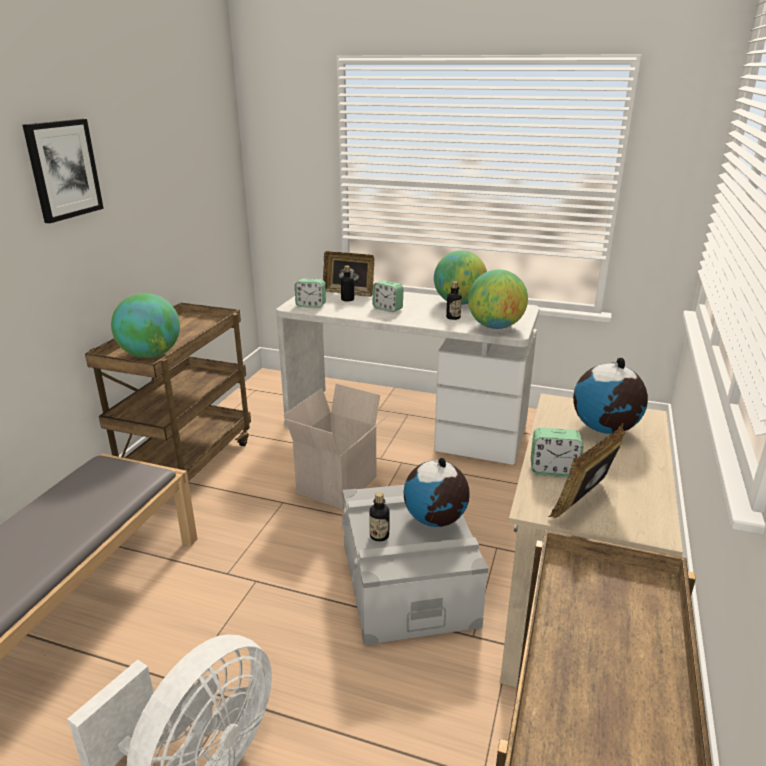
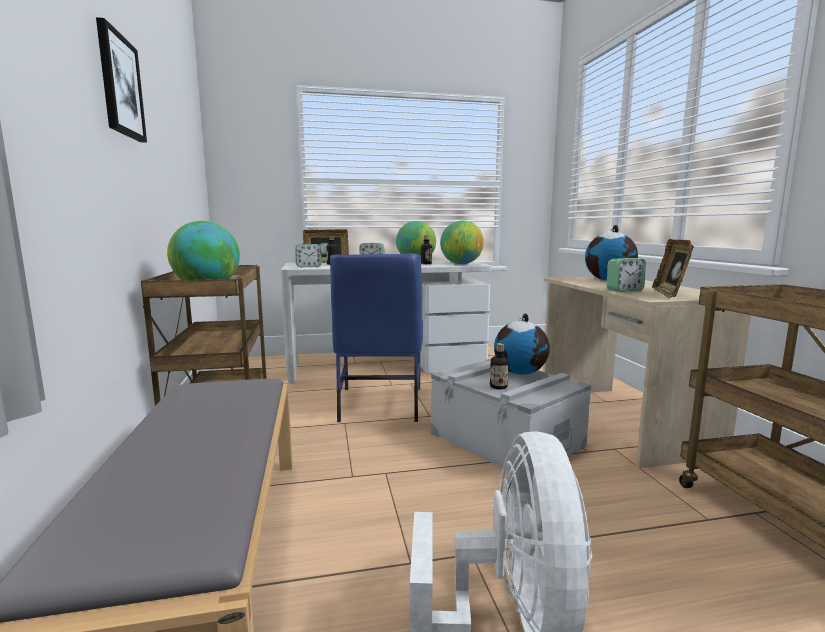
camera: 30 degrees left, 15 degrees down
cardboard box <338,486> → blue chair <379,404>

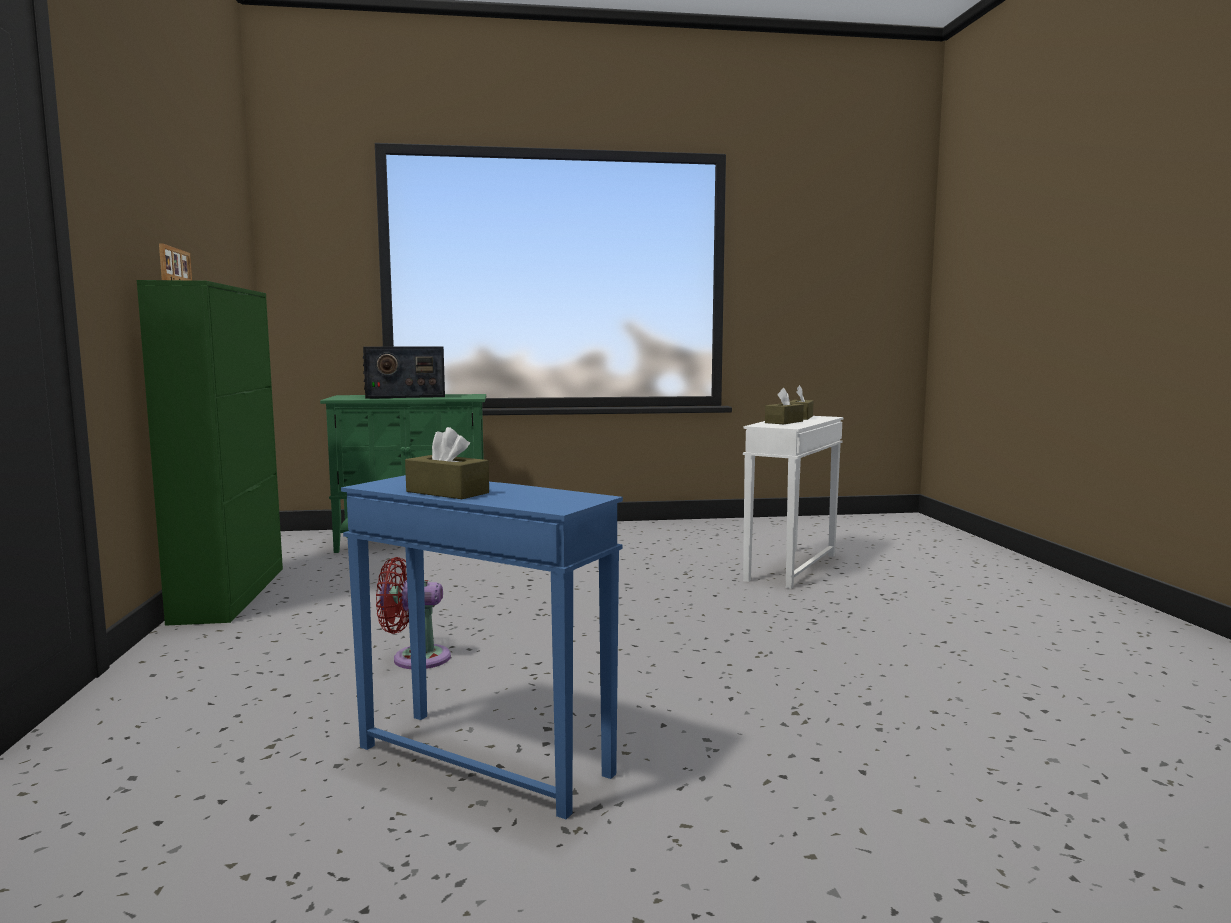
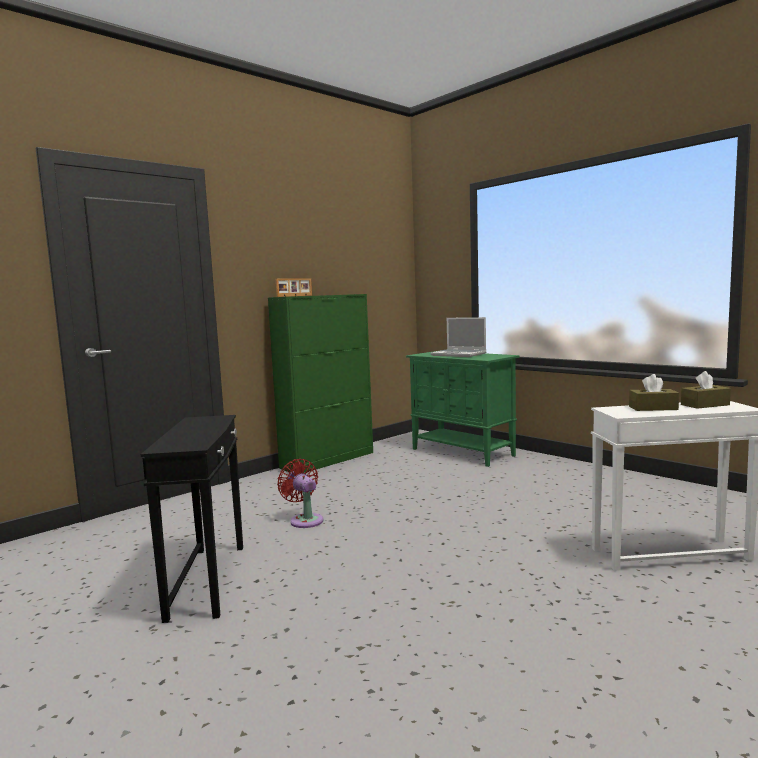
camera: 55 degrees right, 0 degrees up
radio <404,396> → laptop <459,354>
brown tissue box <447,492> → -
blue side table <484,759> → black side table <208,580>

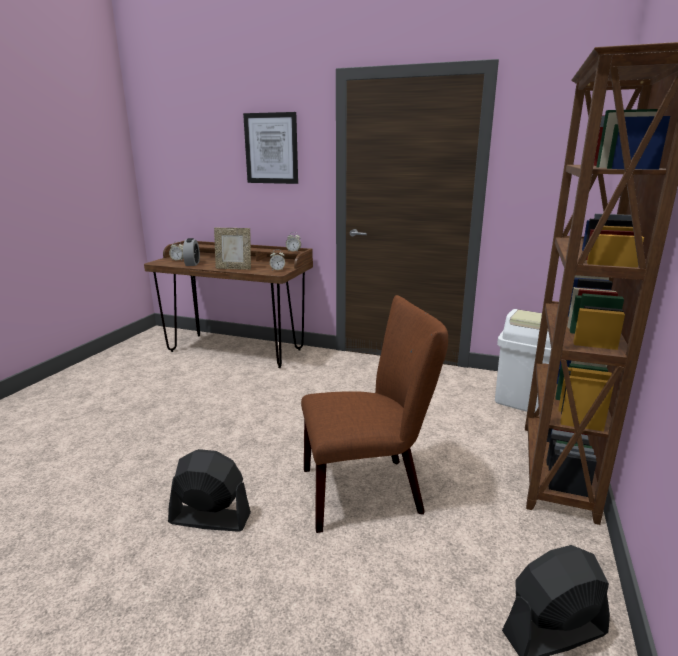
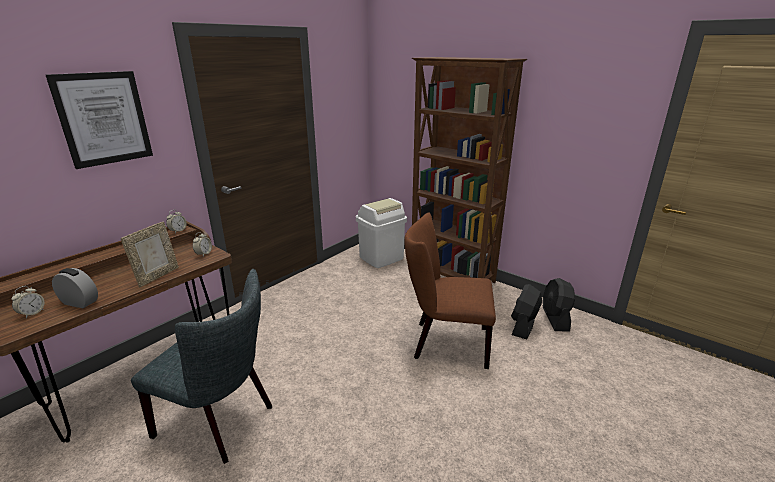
camera: 70 degrees left, 5 degrees up
brown chair <369,490> → brown chair <445,343>, 90 degrees counterclockwise
black fan <209,518> → black fan <523,325>, relocated
- → grey chair <221,421>

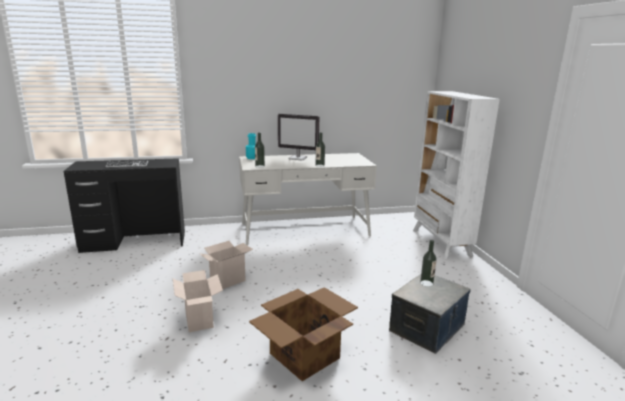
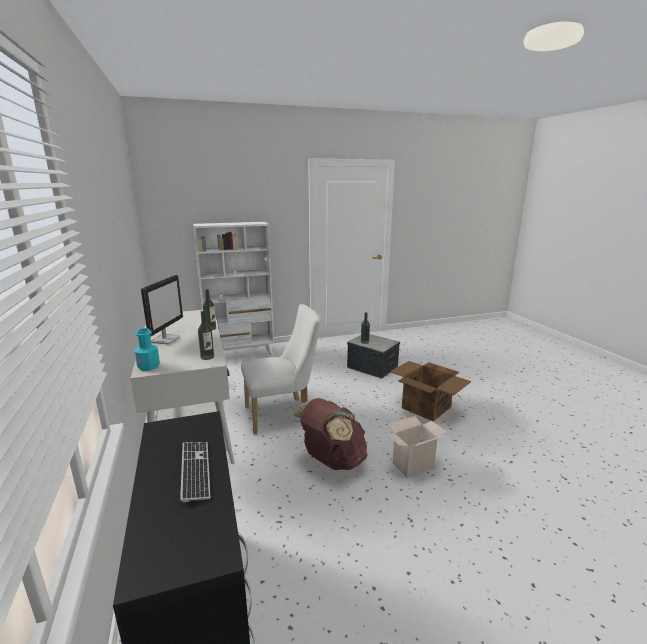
camera: 95 degrees left, 0 degrees up
cardboard box <228,280> → brown backpack <332,461>
- → white chair <283,414>

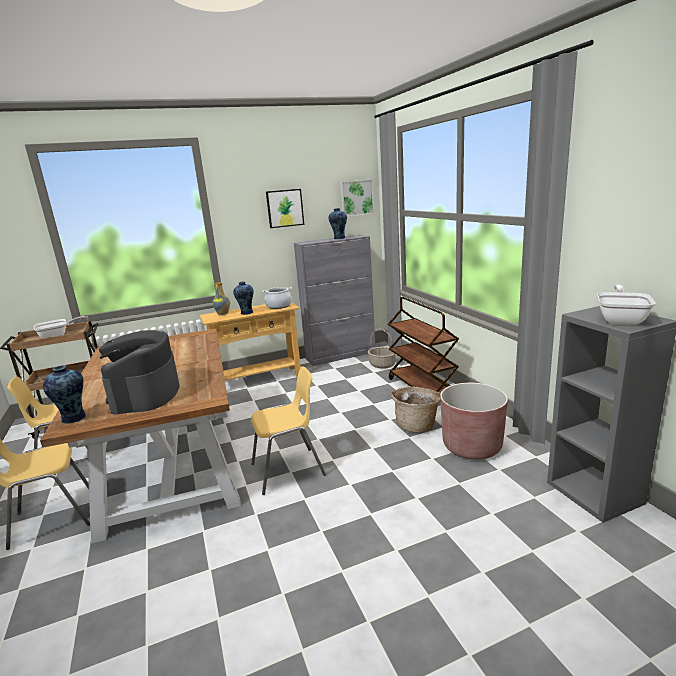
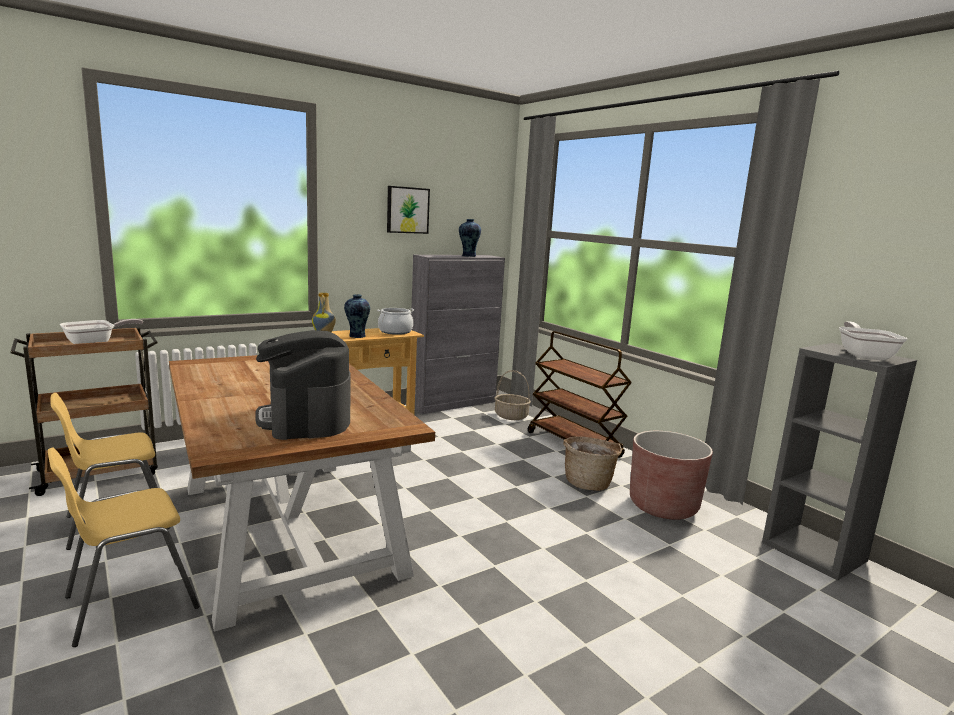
camera: 15 degrees left, 5 degrees down
picture <356,198> → -
vase <74,418> → -
yellow chair <289,470> → -

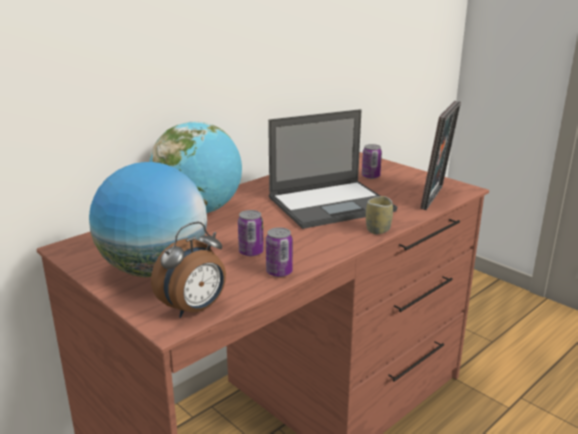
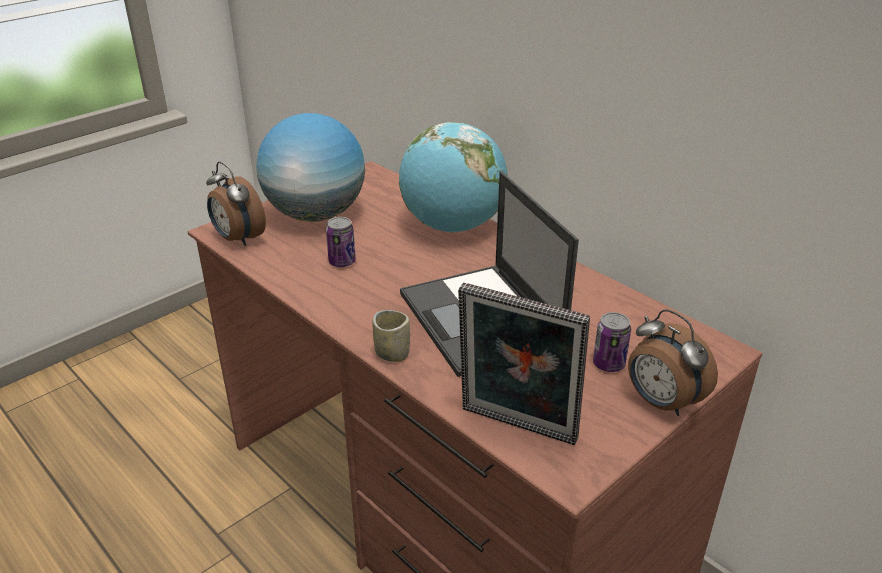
camera: 90 degrees right, 10 degrees up
can <279,272> → -
- → alarm clock <661,402>

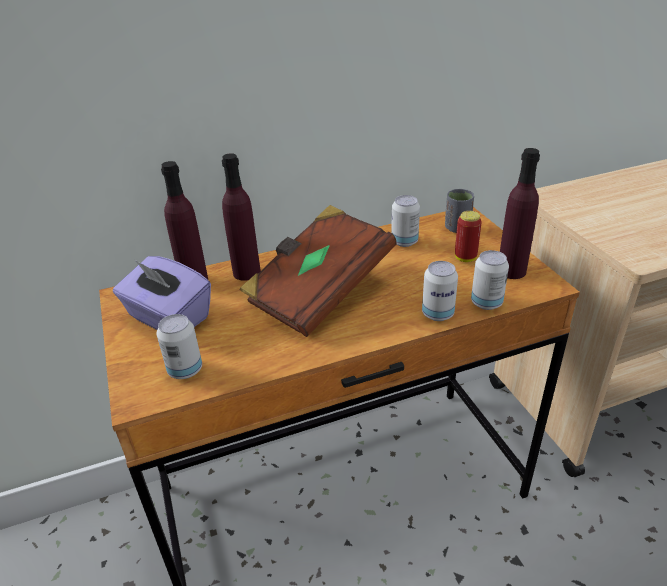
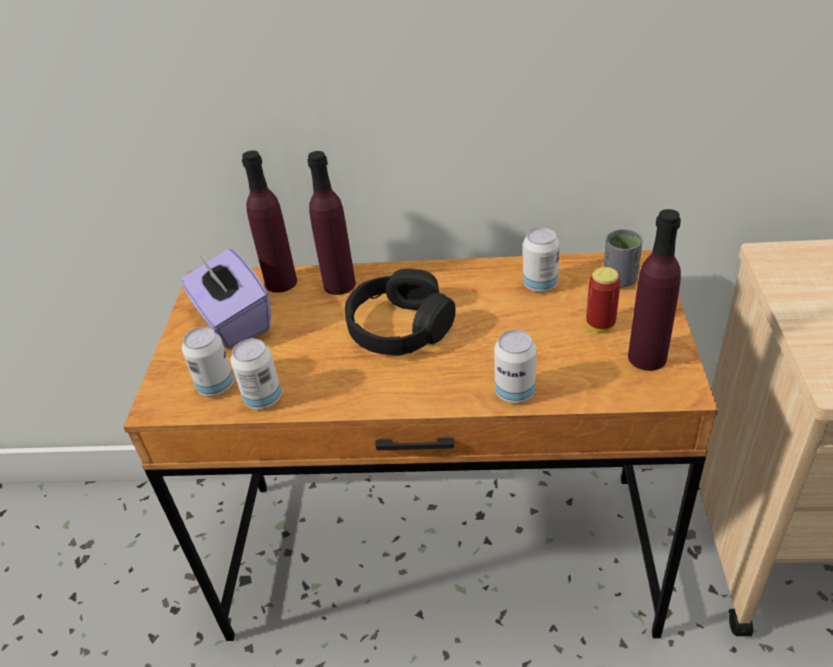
camera: 25 degrees right, 5 degrees up
brown book <318,291> → black headphones <400,327>
can <486,303> → can <263,399>, relocated

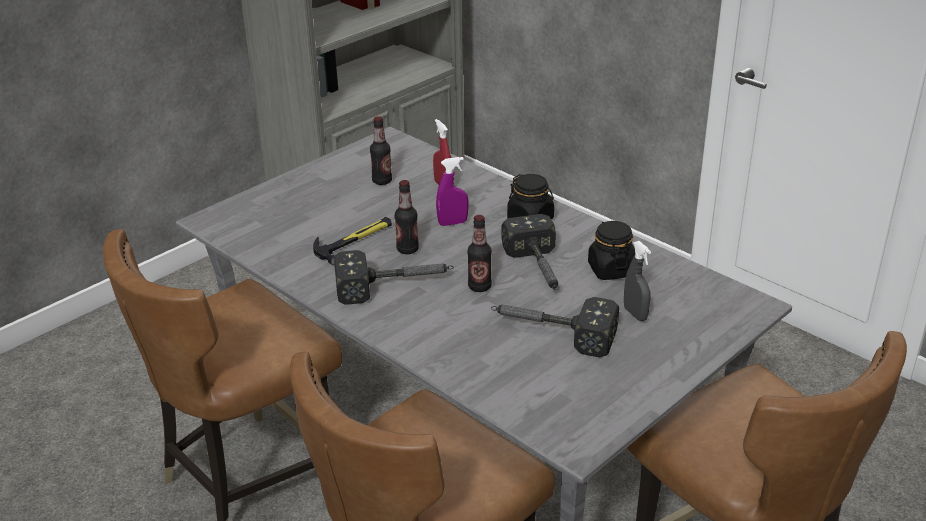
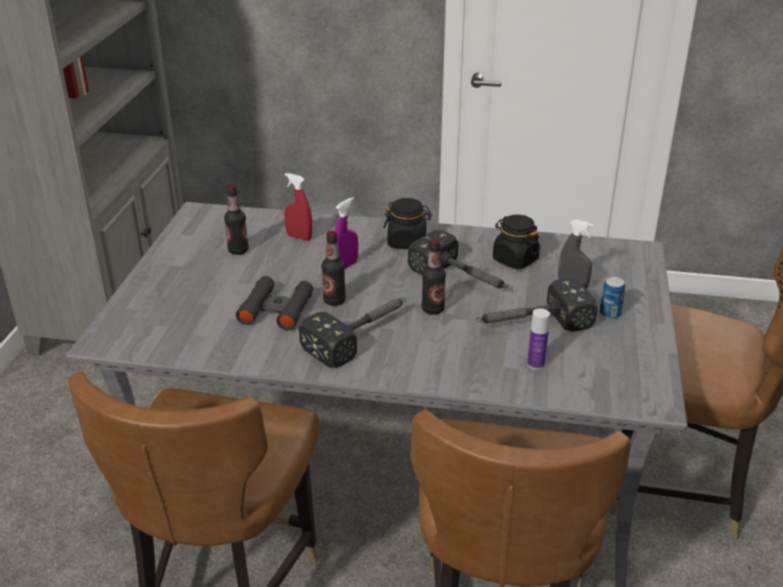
camera: 35 degrees left, 0 degrees up
hammer <354,240> → black binoculars <276,309>
- → can <609,314>
- → bottle <535,364>

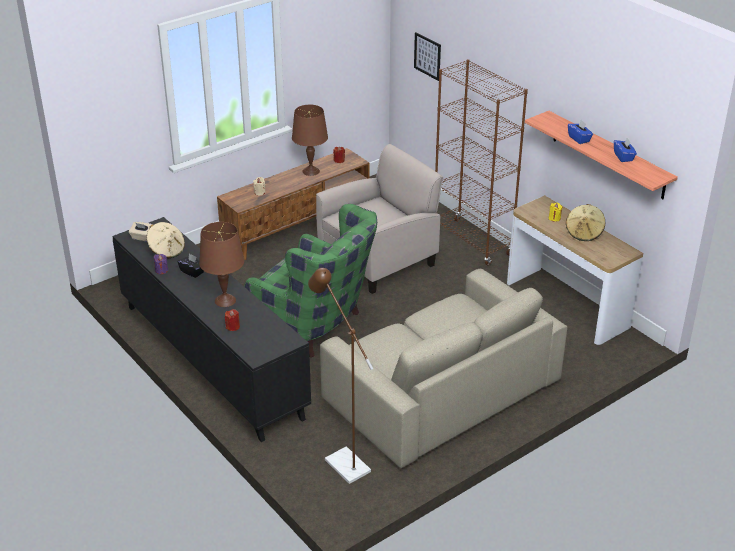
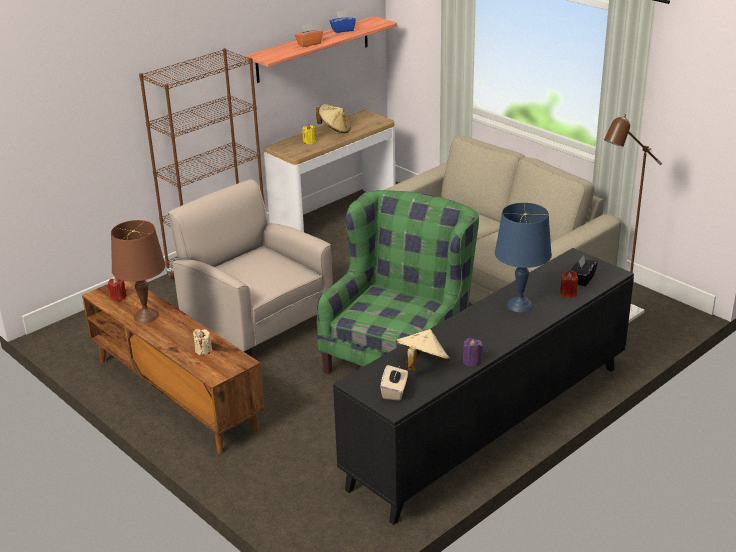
camera: 95 degrees left, 5 degrees down
picture <427,56> → -
blue tissue box <579,139> → orange tissue box <309,44>
brown table lamp <224,300> → blue table lamp <520,305>
black tissue box <192,272> → black tissue box <582,279>, relocated

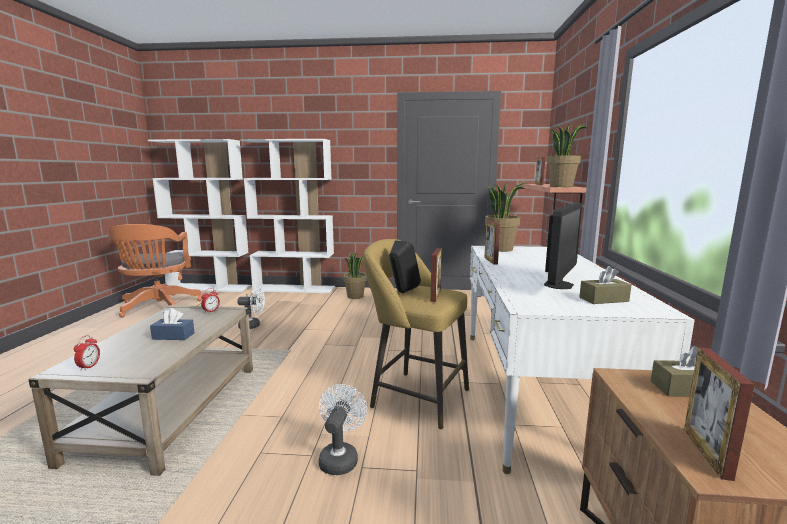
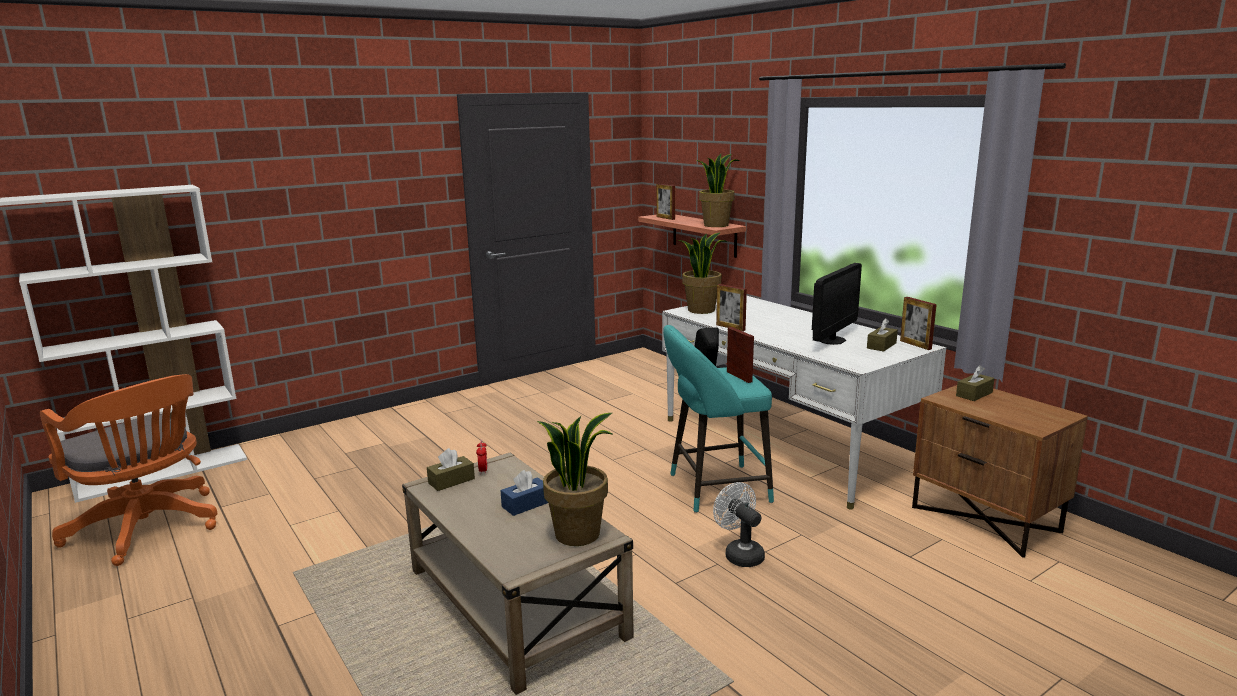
camera: 40 degrees left, 5 degrees up
white bookcase <295,289> → -
monitor <558,285> → monitor <832,340>, 45 degrees clockwise
yellow stool <415,397> → turquoise stool <713,489>
potted plant <355,296> → potted plant <578,534>, relocated
white fan <253,326> → -
alarm clock <89,367> → -
picture frame <706,453> → picture frame <915,345>, relocated
- → brown tissue box <451,481>

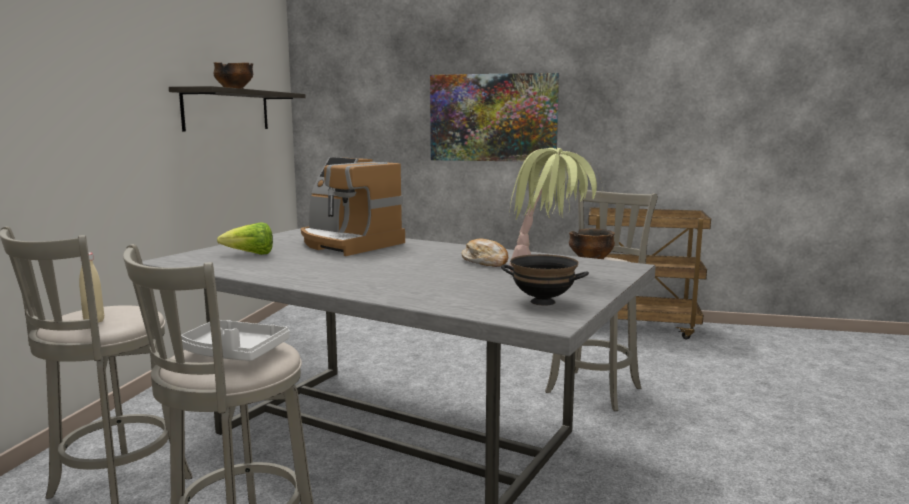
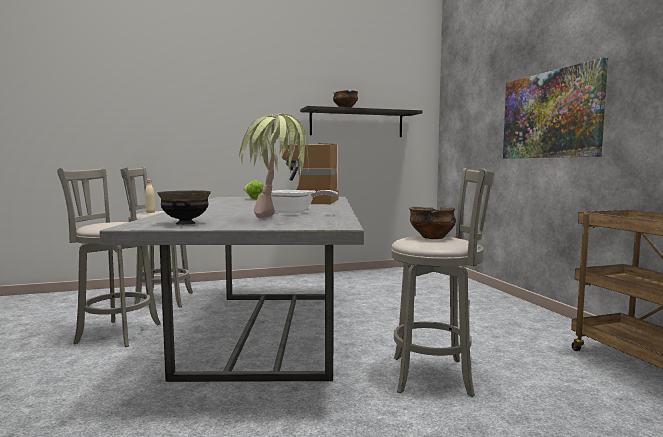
camera: 60 degrees right, 5 degrees down
bread <486,262> → frying pan <295,213>
grey tray <233,353> → -

